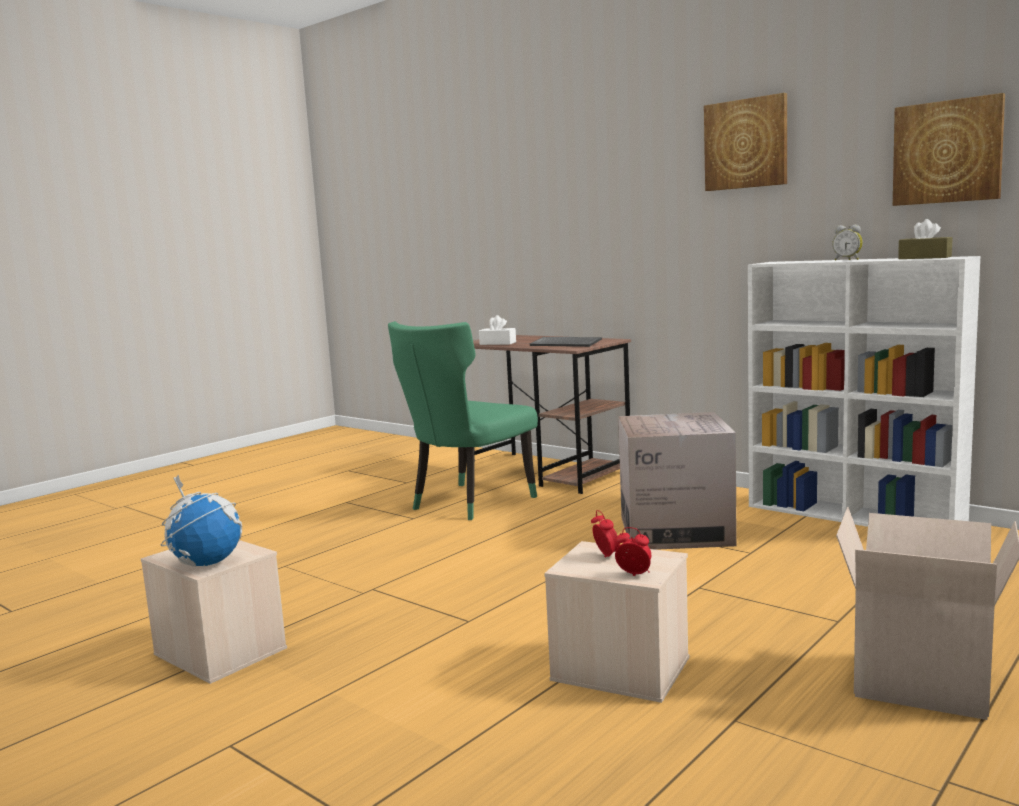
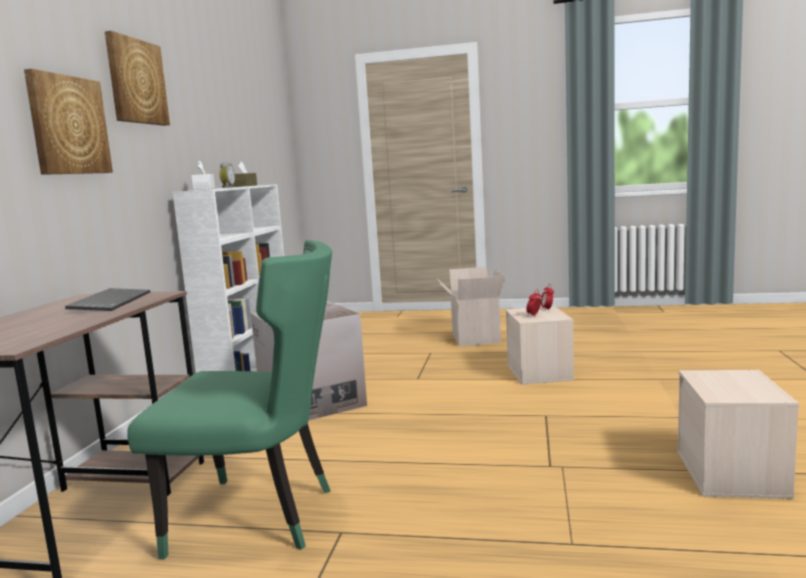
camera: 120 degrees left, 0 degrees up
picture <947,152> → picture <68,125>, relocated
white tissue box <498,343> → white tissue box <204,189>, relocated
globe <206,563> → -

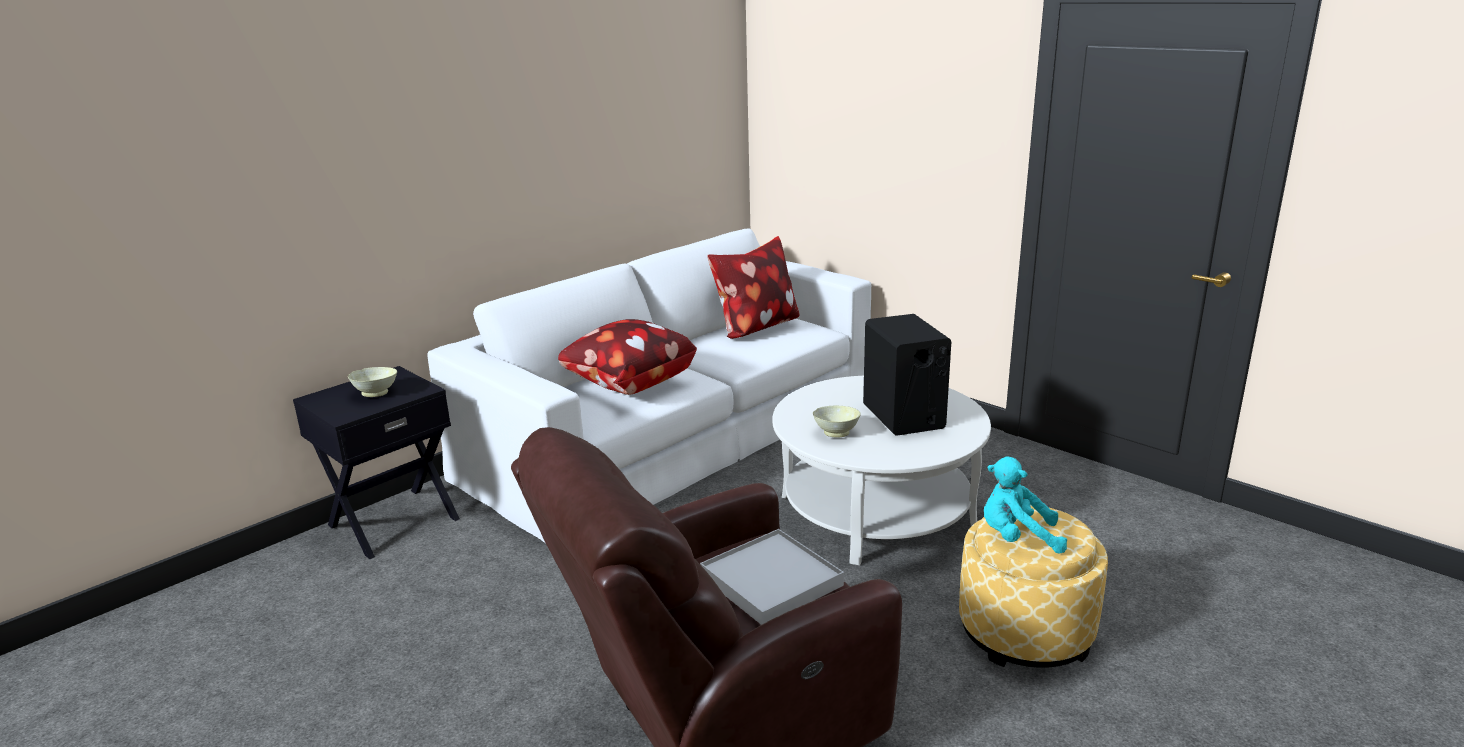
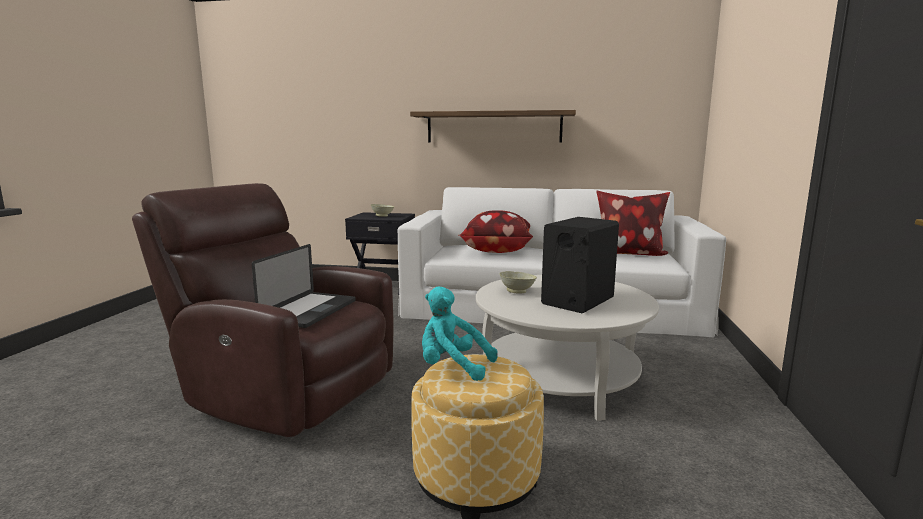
camera: 55 degrees right, 10 degrees down
turquoise plush toy <1017,538> → turquoise plush toy <452,367>, 45 degrees counterclockwise
white tray <770,581> → laptop <309,311>
- → shelf <493,127>

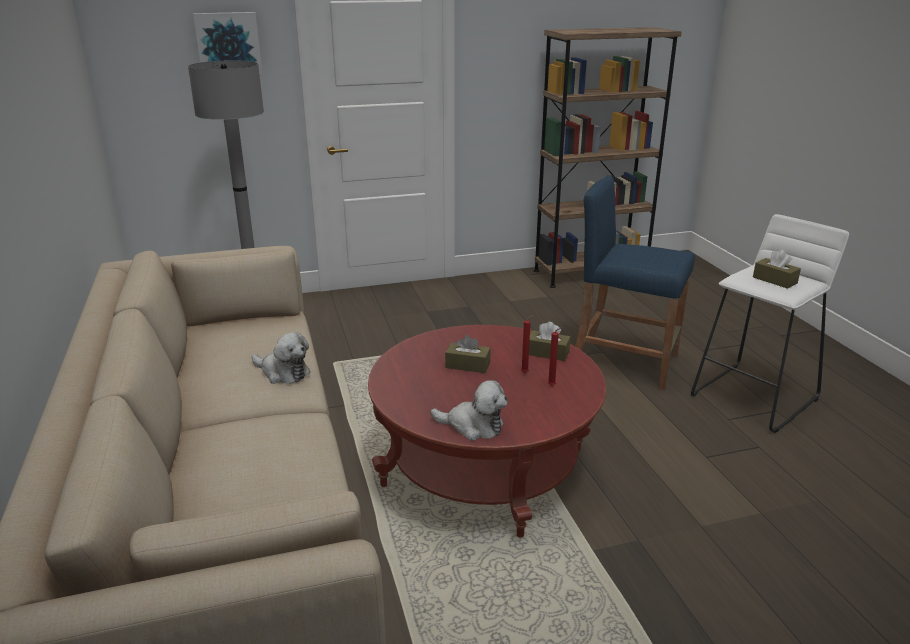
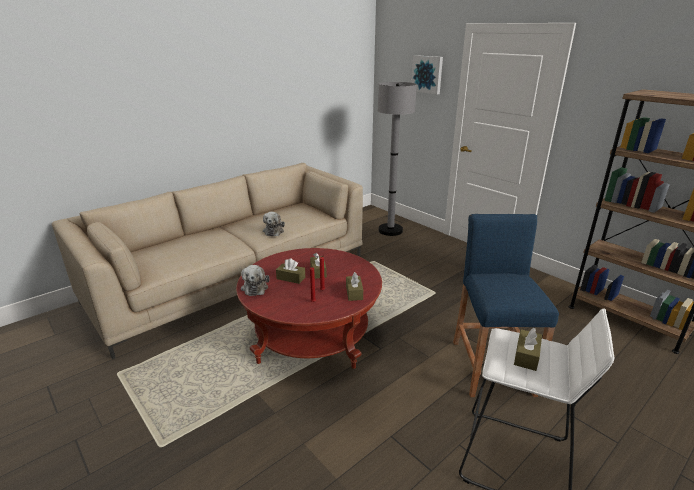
camera: 65 degrees right, 0 degrees up
- → brown tissue box <291,278>

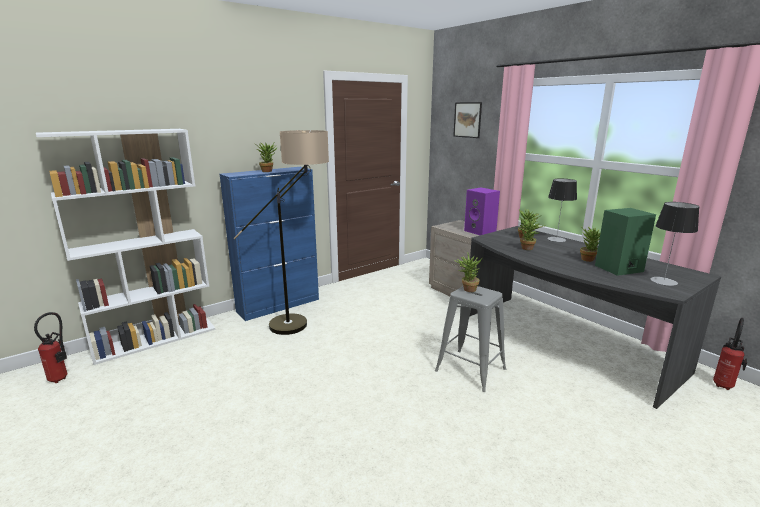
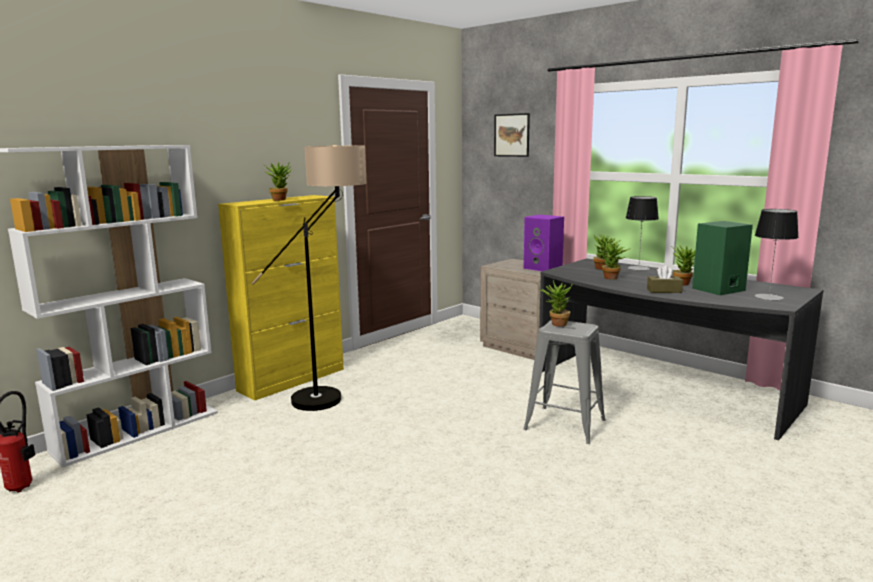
camera: 10 degrees left, 5 degrees down
blue cabinet <279,305> → yellow cabinet <292,379>
fire extinguisher <724,385> → -
- → brown tissue box <664,291>

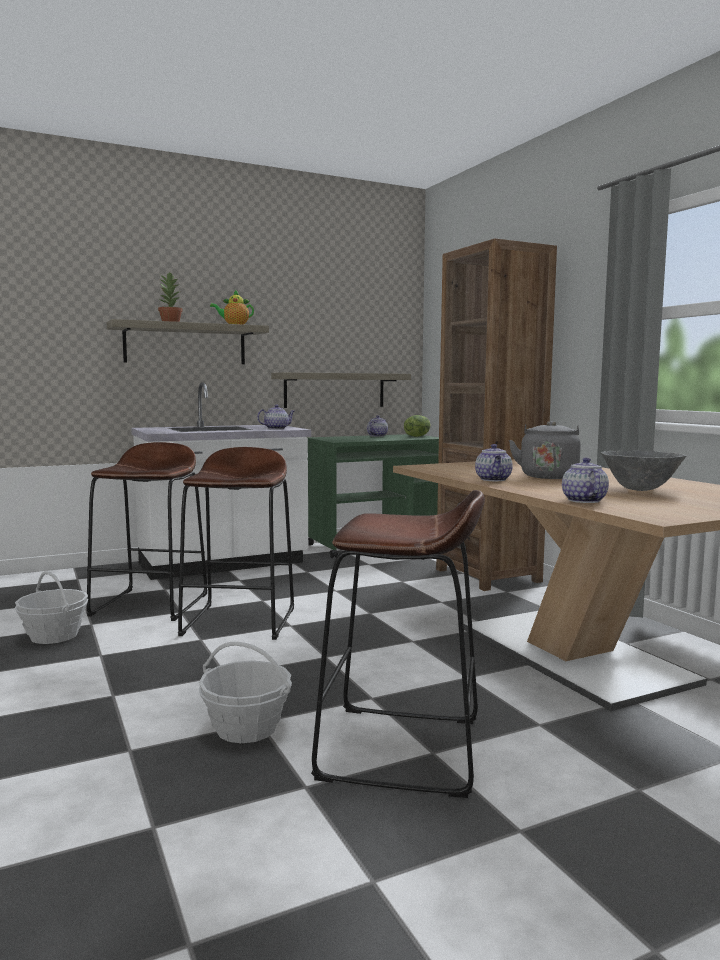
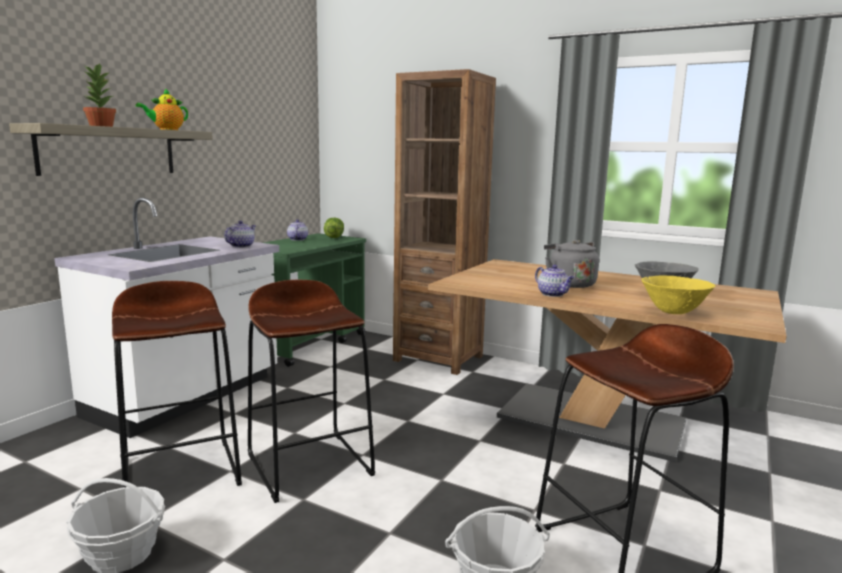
camera: 35 degrees left, 5 degrees up
shelf <334,390> → -
teapot <583,500> → yellow bowl <673,313>

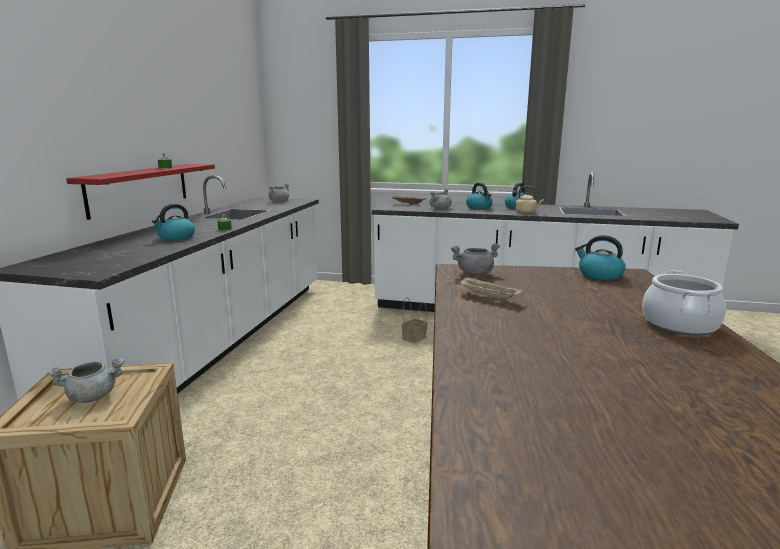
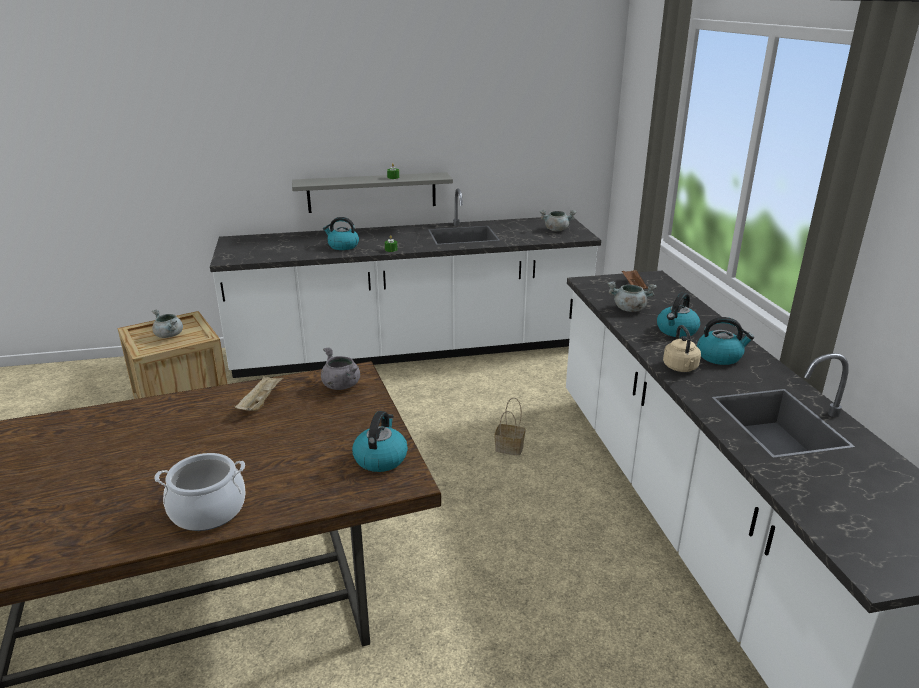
camera: 65 degrees right, 10 degrees up
red shelf <139,188> → grey shelf <372,192>

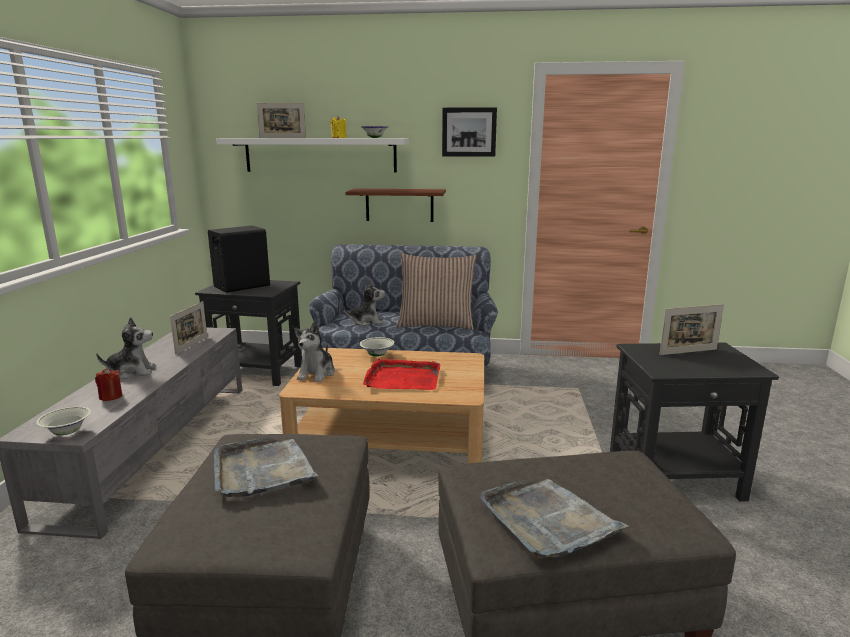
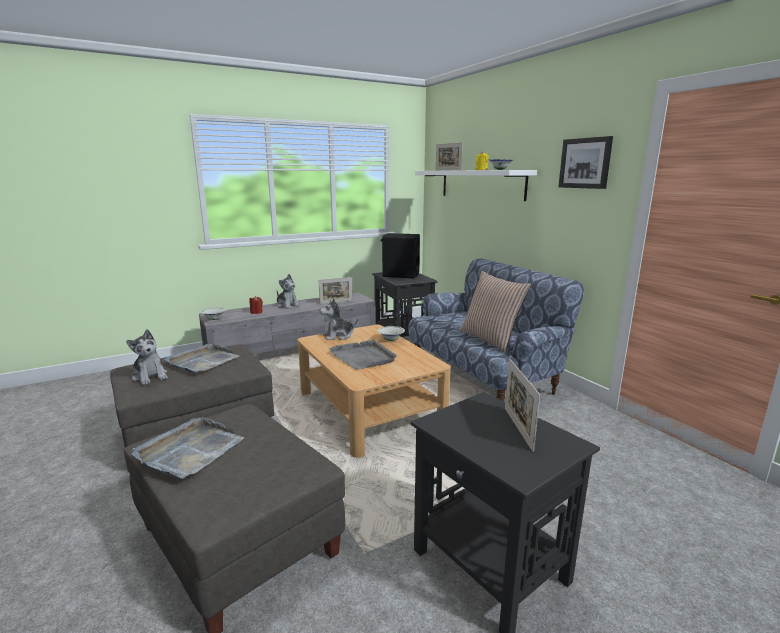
camera: 55 degrees right, 0 degrees up
brown shelf <399,205> → -
plush toy <366,322> → plush toy <150,376>, relocated
picture frame <688,352> → picture frame <518,428>, 45 degrees clockwise
red tray <402,378> → grey tray <363,357>

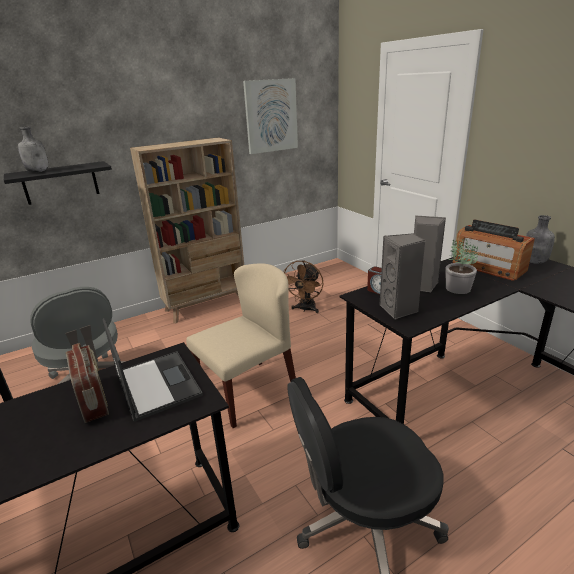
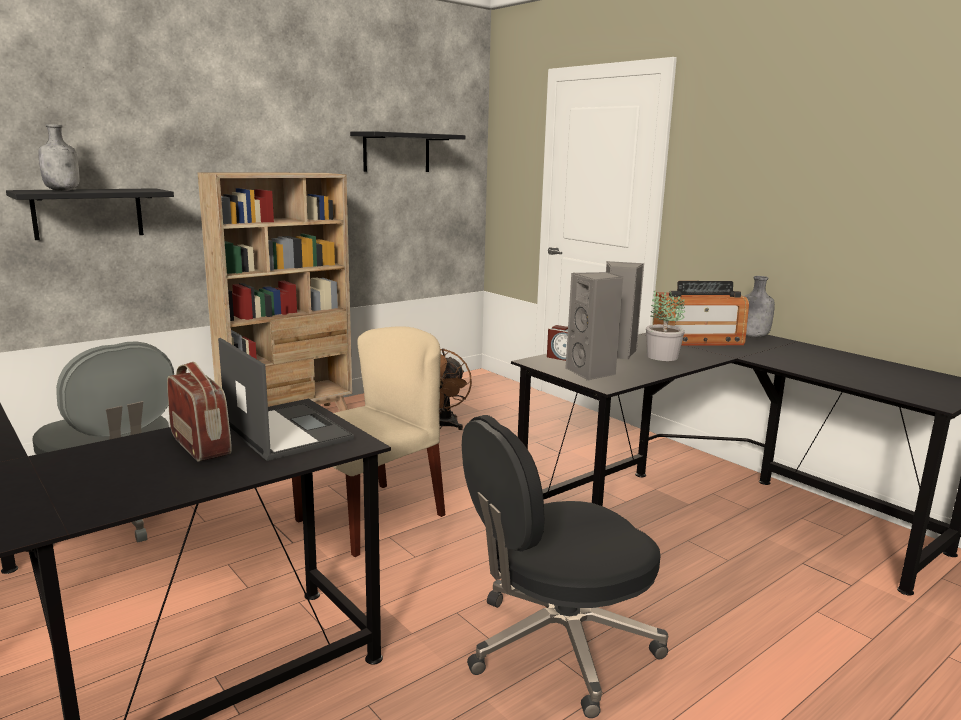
camera: 10 degrees left, 10 degrees down
picture <271,116> → black shelf <396,152>
radio <488,267> → radio <697,340>, 45 degrees counterclockwise

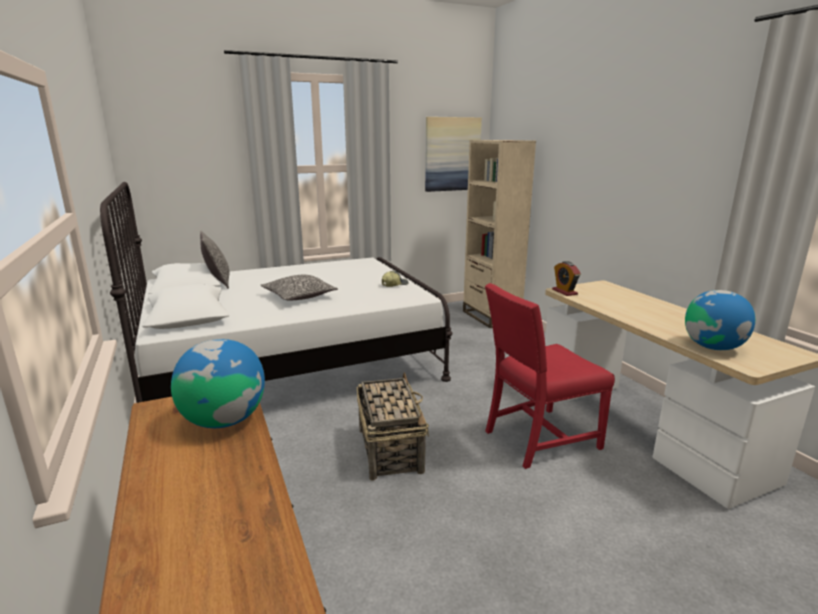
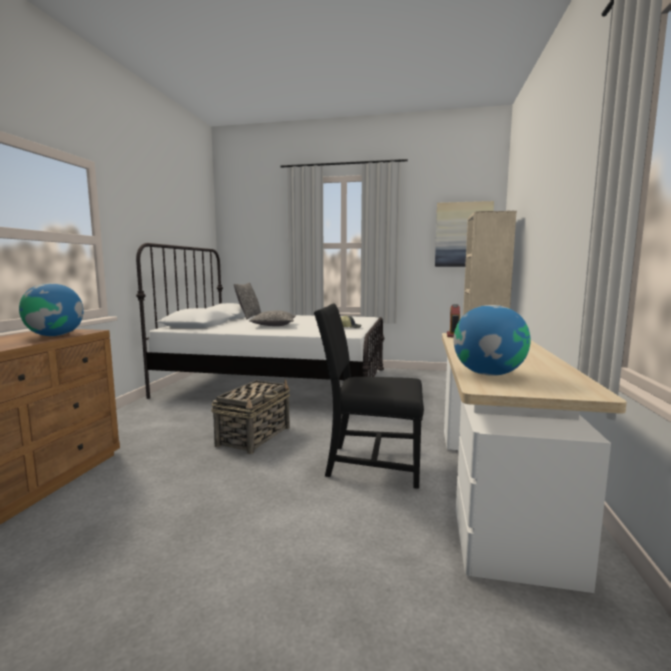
camera: 35 degrees right, 10 degrees down
red chair <537,439> → black chair <370,464>

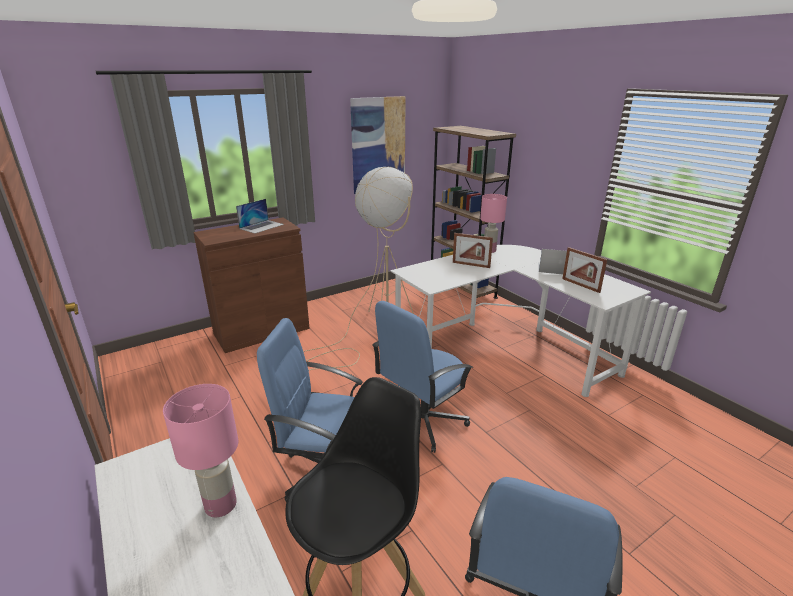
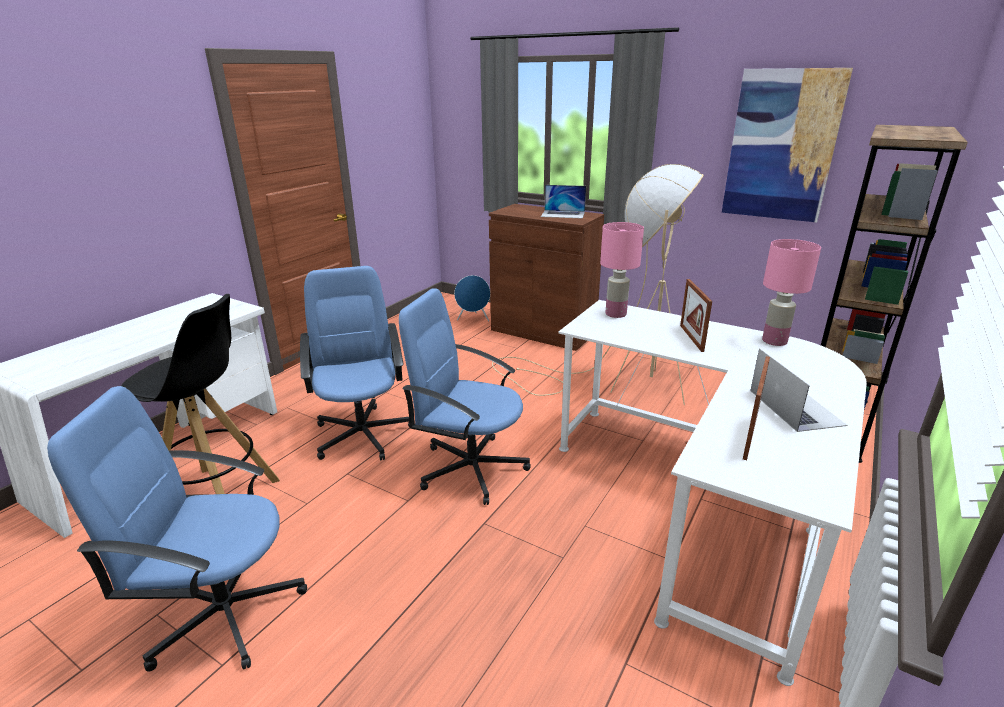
camera: 65 degrees right, 0 degrees up
pink table lamp <221,506> → pink table lamp <615,314>, relocated
- → blue speaker <473,319>

